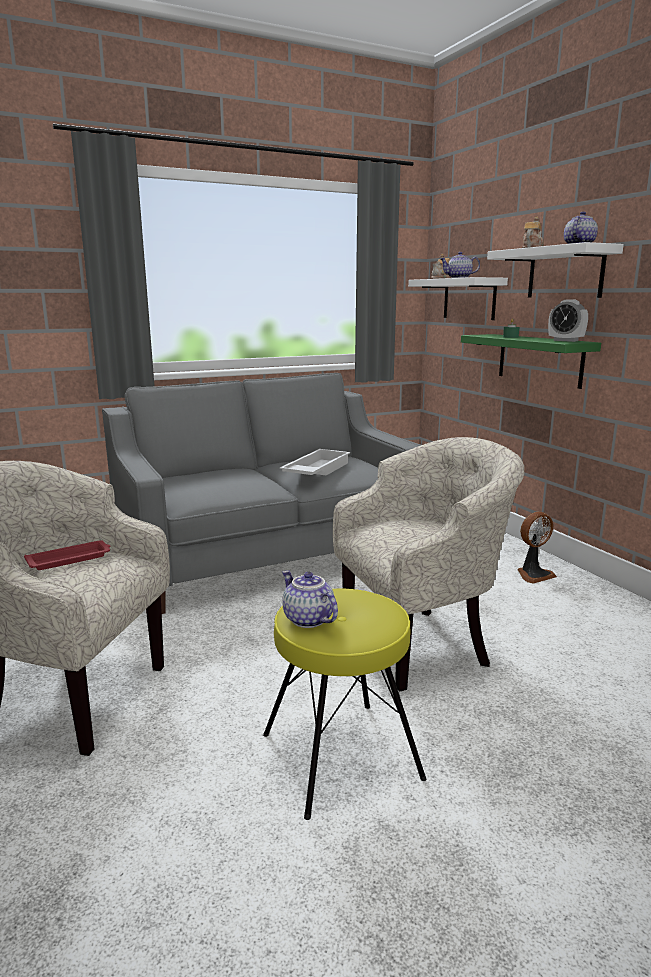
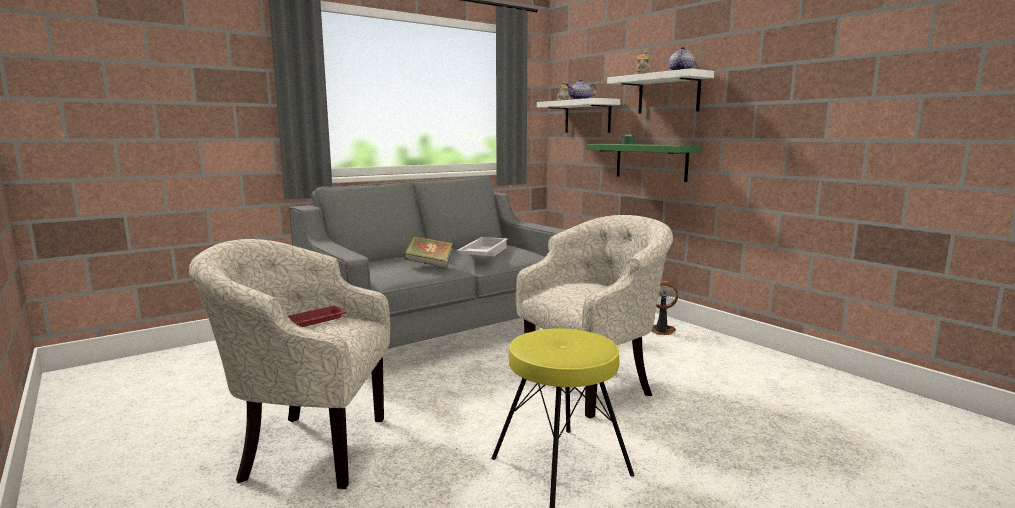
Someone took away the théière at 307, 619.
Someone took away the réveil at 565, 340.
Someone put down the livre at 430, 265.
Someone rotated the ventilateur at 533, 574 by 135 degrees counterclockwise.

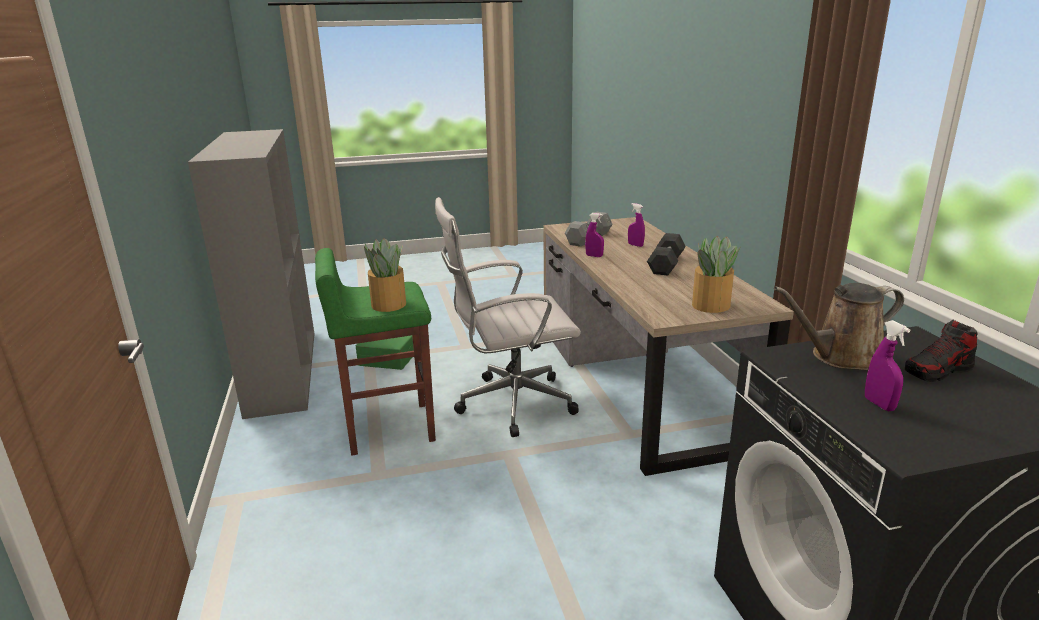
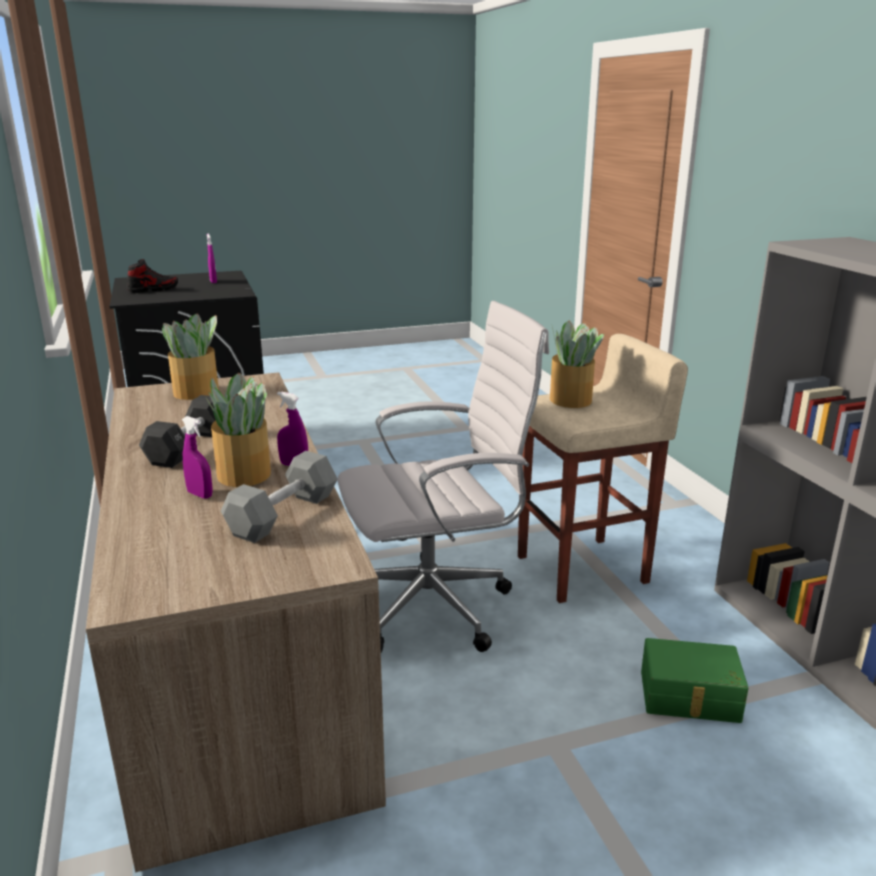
Someone took away the arrosoir/marron at 841, 357.
Someone put down the plante en pot at 244, 473.
Someone repainted the tabouret/vert at 388, 428, which became the tabouret/beige at 584, 569.

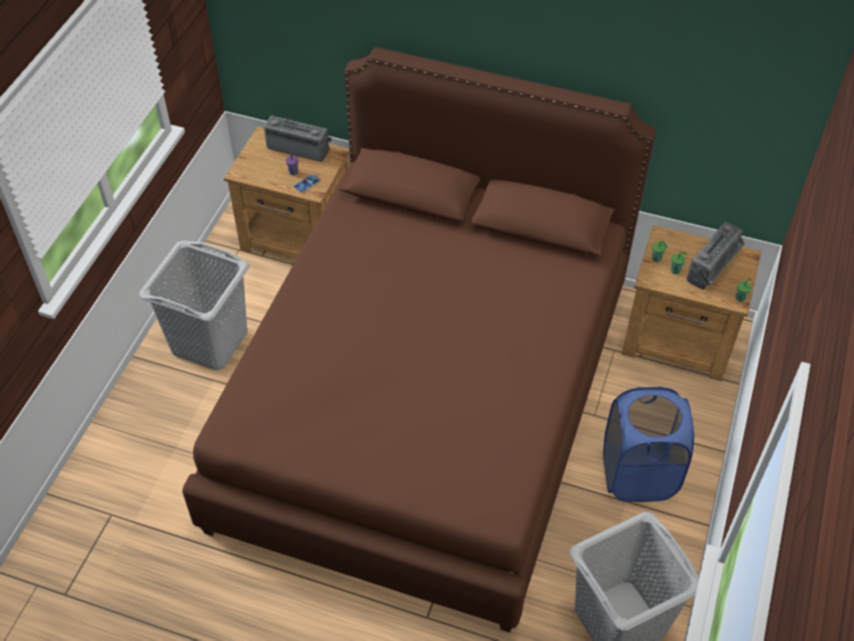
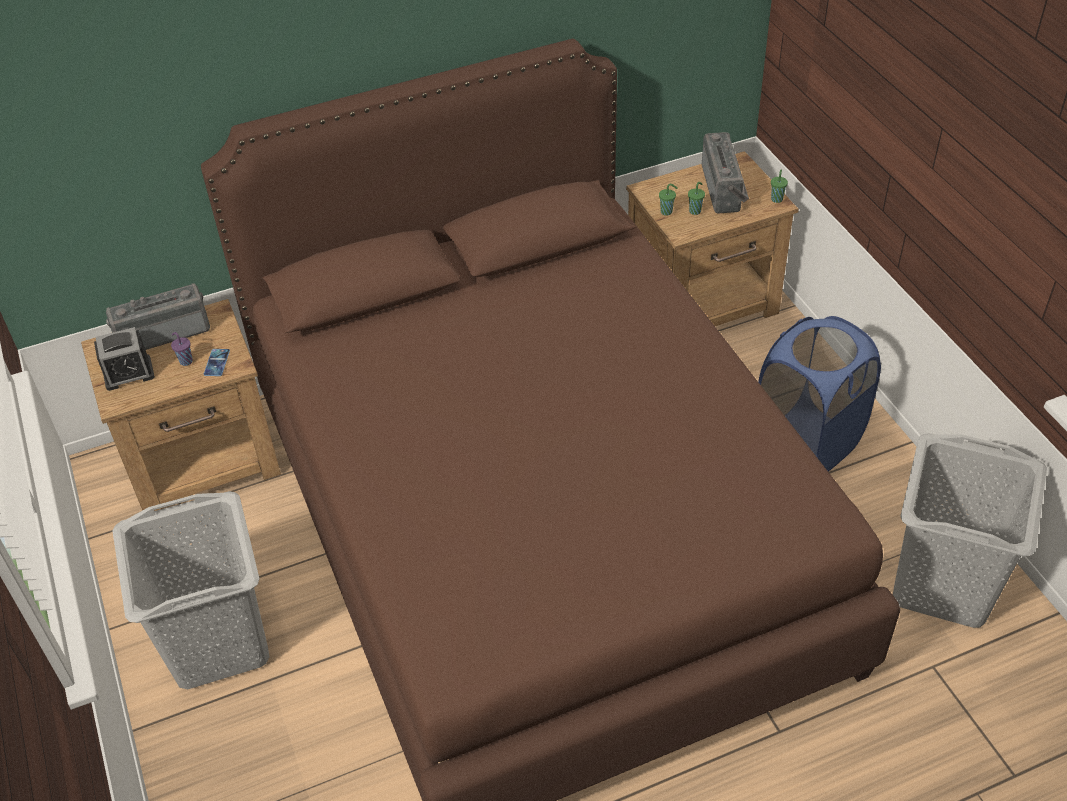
Someone put down the réveil at 128, 373.

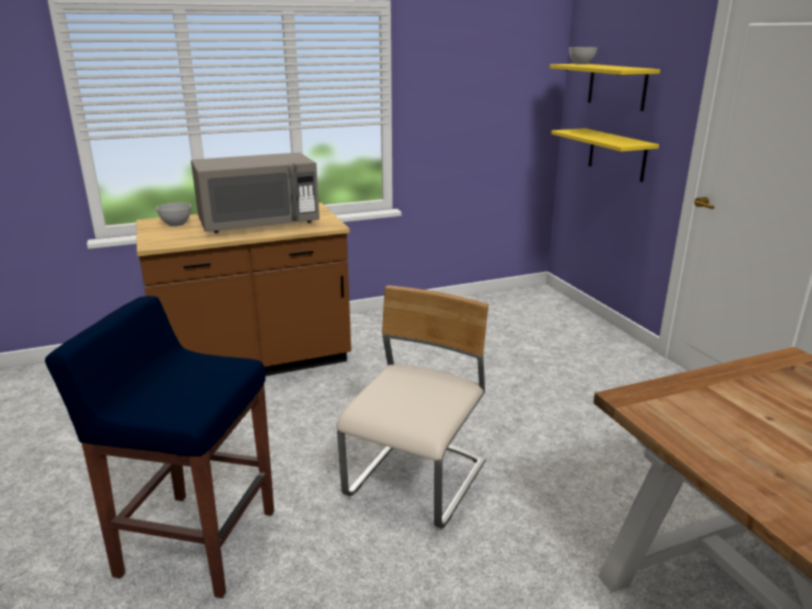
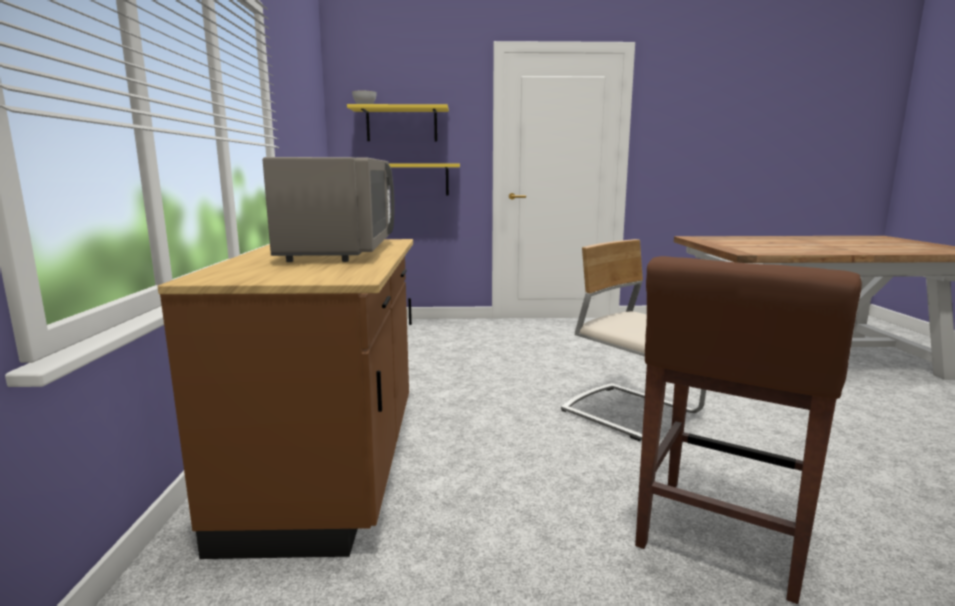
Someone took away the bol/gris at 176, 224.
Someone repainted the tabouret/bleu at 195, 542, which became the tabouret/marron at 721, 536.

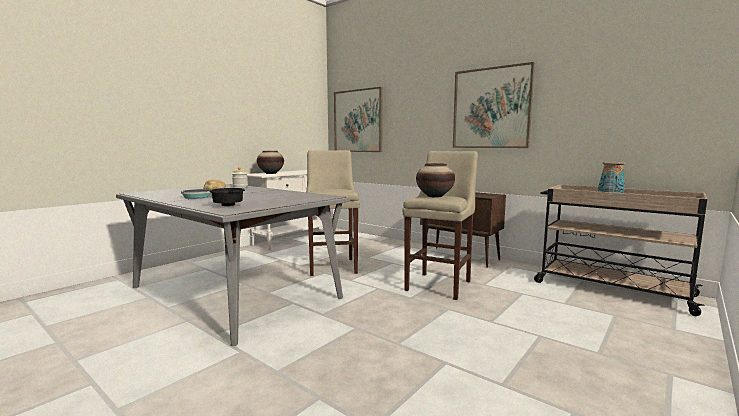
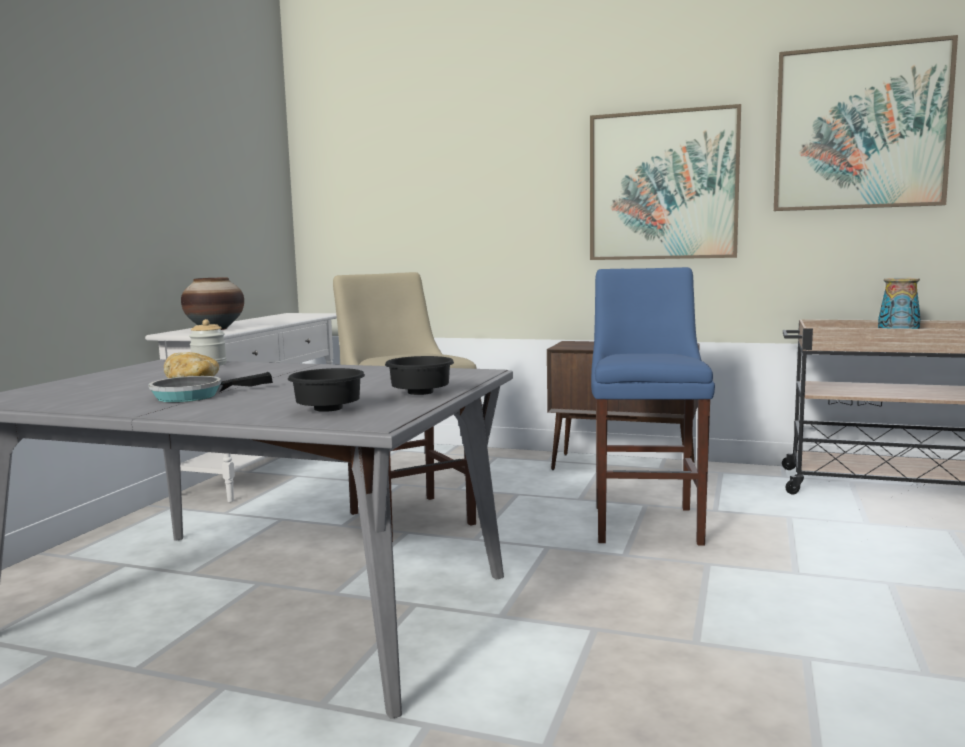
Someone took away the vase at 435, 196.
Someone put down the bol/noir at 423, 393.
Someone carried the tableau from 358, 121 to 860, 128.
Someone repainted the tabouret/beige at 440, 284, which became the tabouret/bleu at 647, 522.

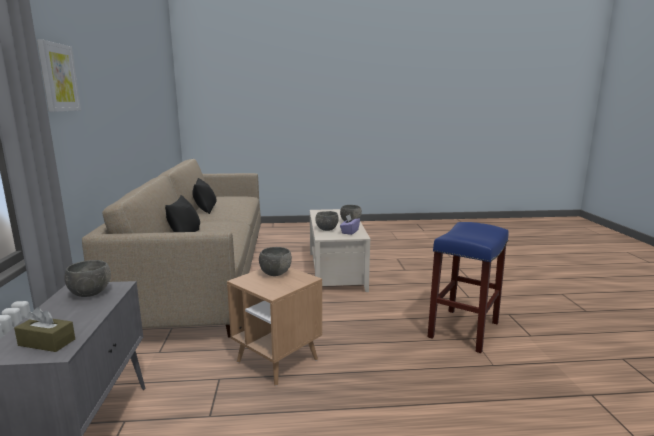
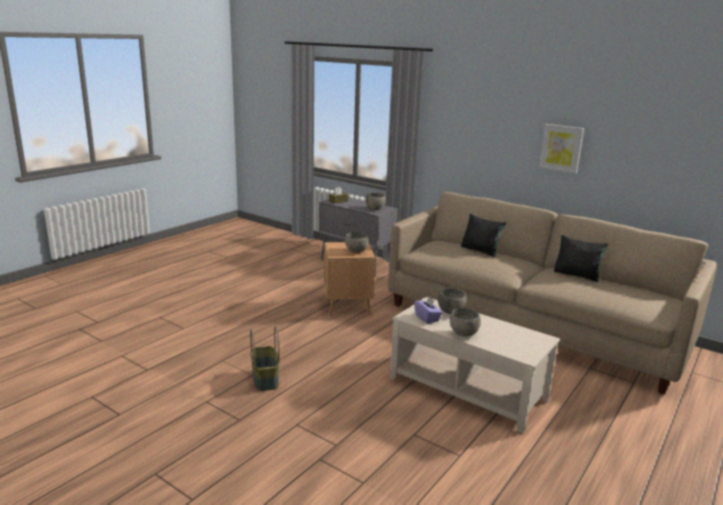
Someone carried the tableau from 58, 77 to 561, 148.
Someone swapped the tabouret/bleu at 464, 330 for the panier at 264, 379.

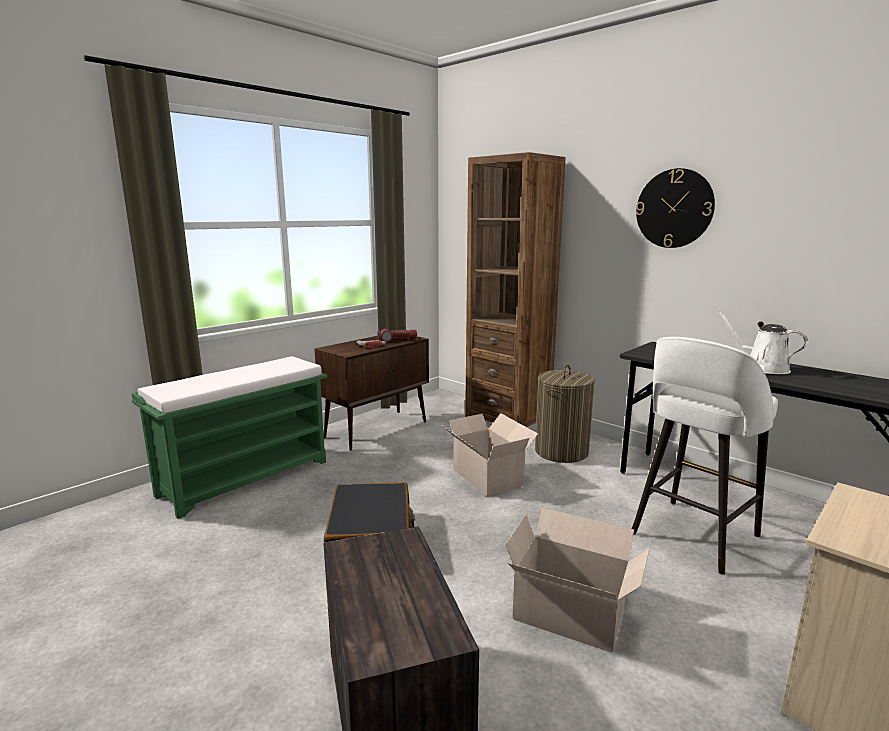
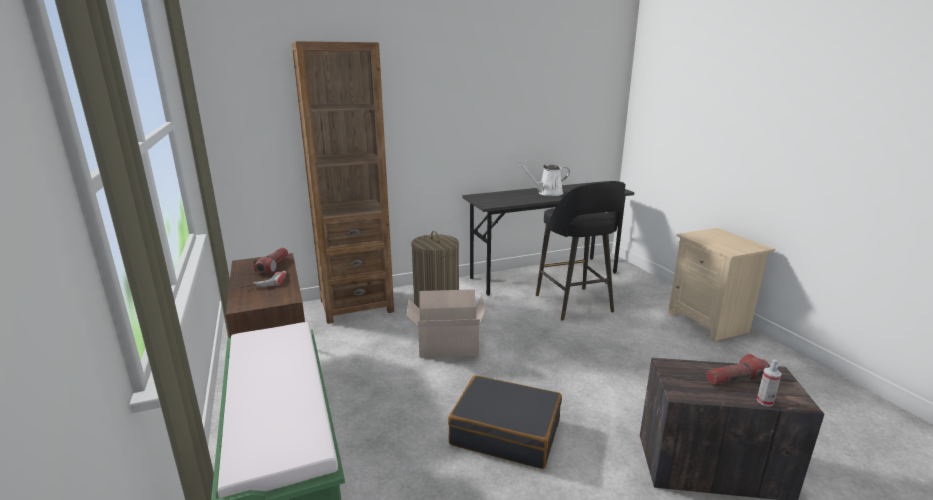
Someone took away the carton at 572, 615.
Someone took away the horloge murale at 674, 208.
Someone put down the lampe de poche at 736, 379.
Someone put down the vaporisateur at 765, 401.
Someone repainted the tabouret/blanc at 692, 536, which became the tabouret/noir at 574, 304.

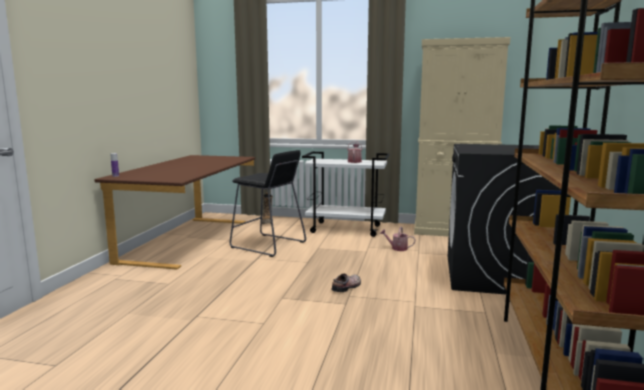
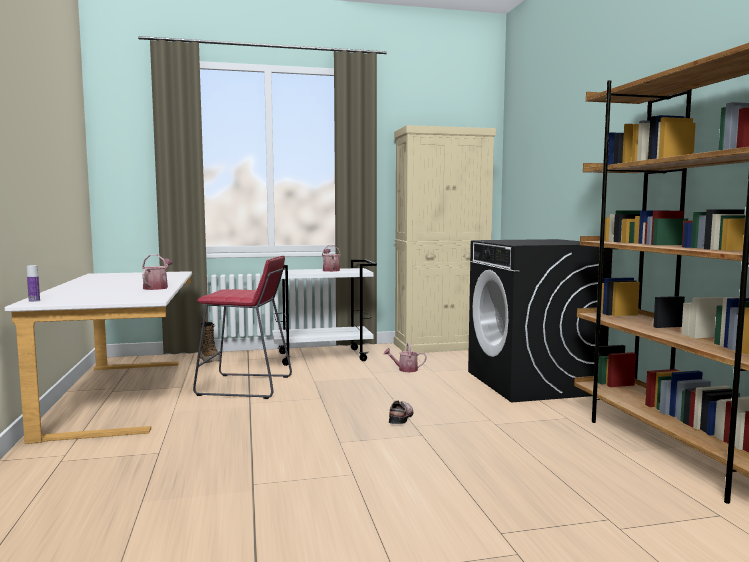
Someone put down the arrosoir at 157, 287.
Someone repainted the bureau/marron at 191, 240, which became the bureau/blanc at 125, 395.
Someone repainted the tabouret/noir at 268, 245, which became the tabouret/rouge at 245, 386.

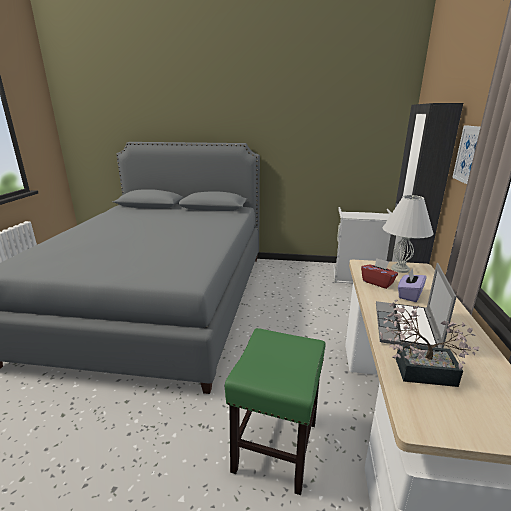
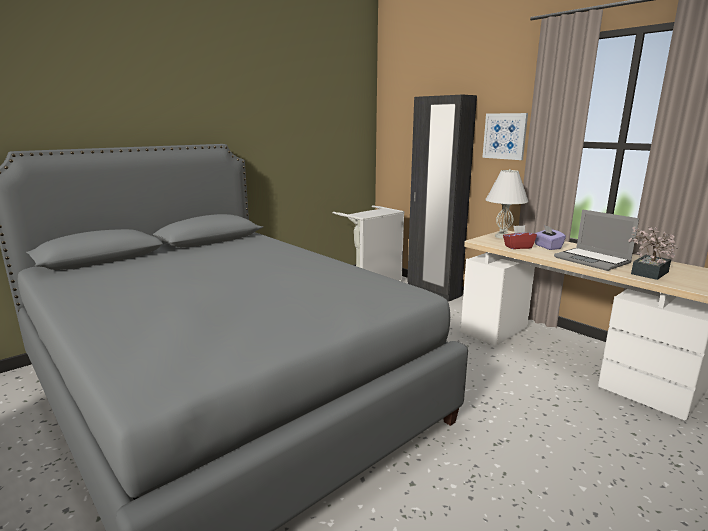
Someone took away the tabouret/vert at 276, 445.

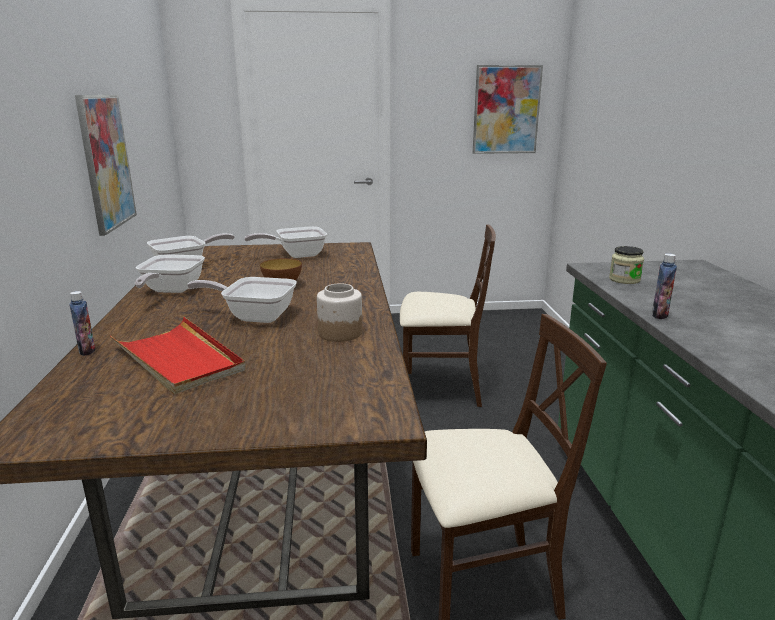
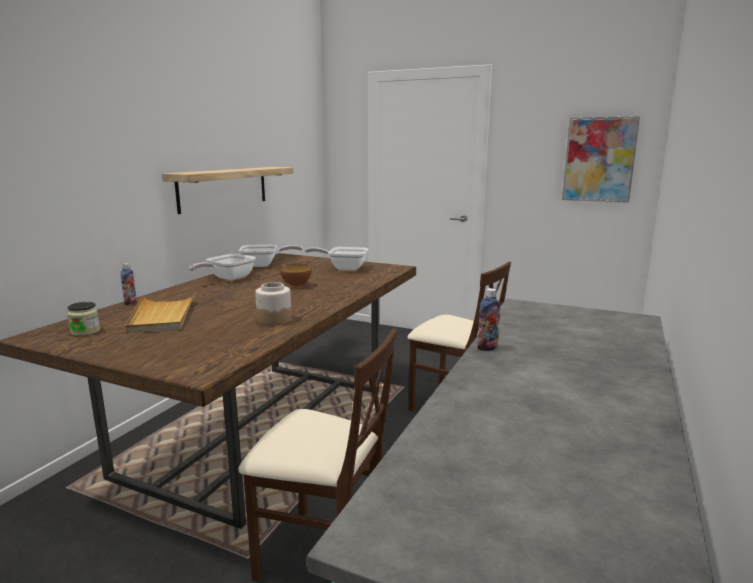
Someone took away the poêle at 254, 316.
Someone carried the bocal from 624, 280 to 85, 331.
Someone swapped the tableau at 106, 162 for the étagère at 224, 188.
Someone repainted the plateau/rouge at 179, 359, which became the plateau/beige at 162, 316.

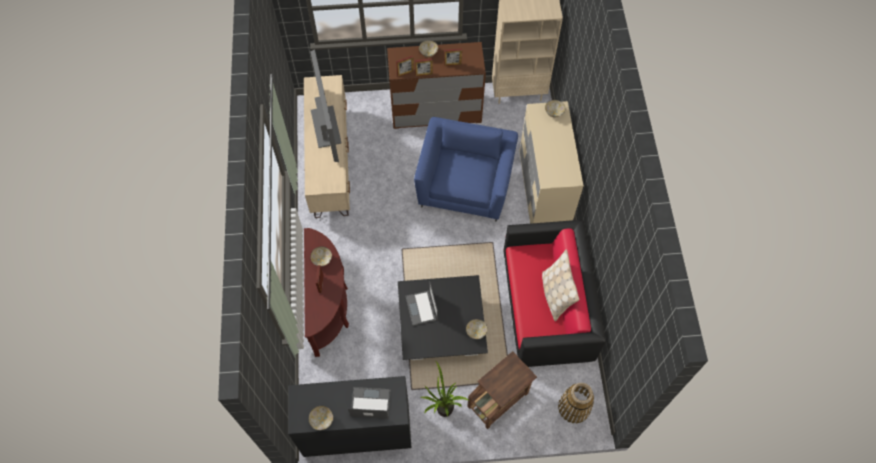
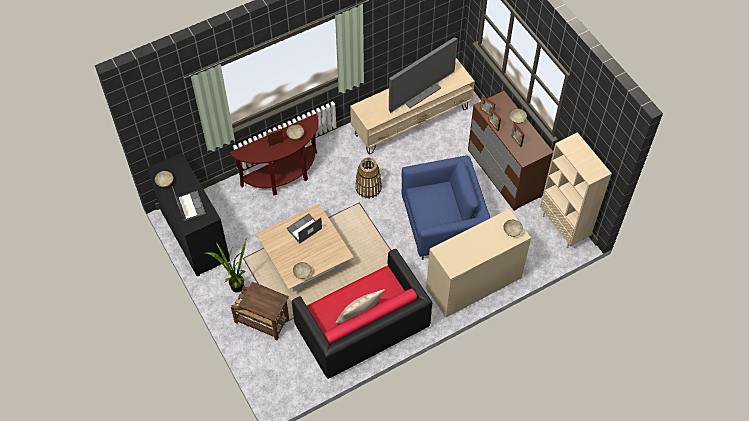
Someone carried the panier from 574, 407 to 368, 187.
Someone repainted the table basse/noir at 442, 326, which became the table basse/beige at 305, 258.

